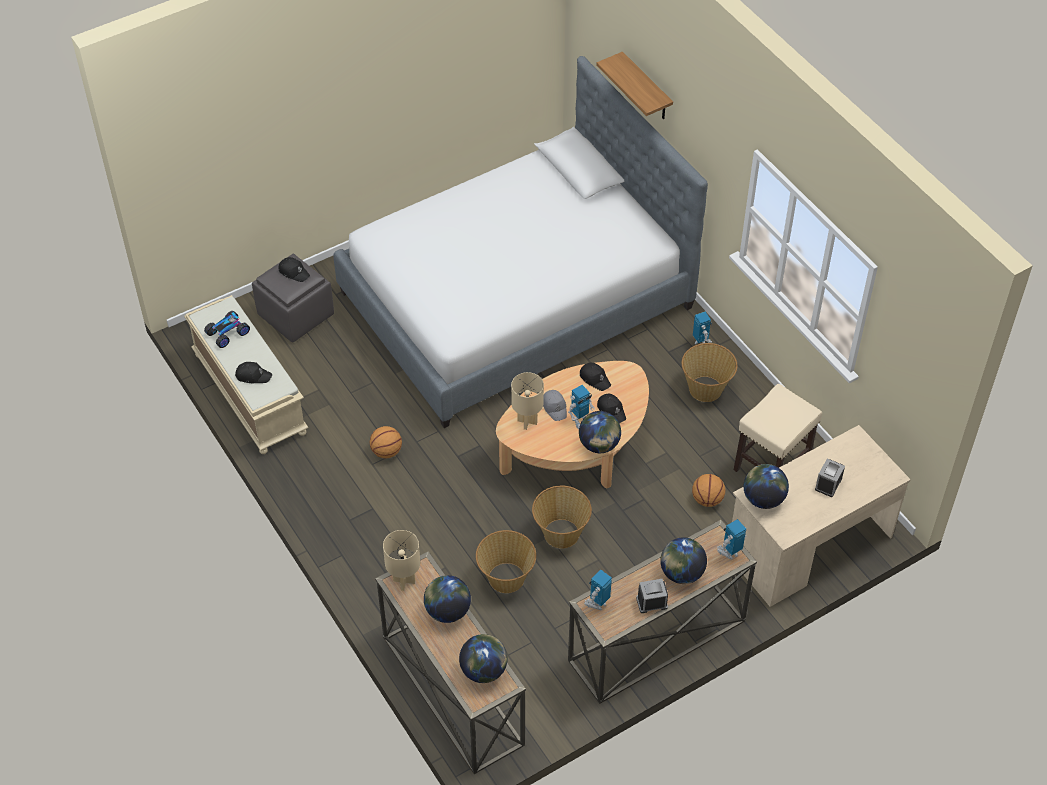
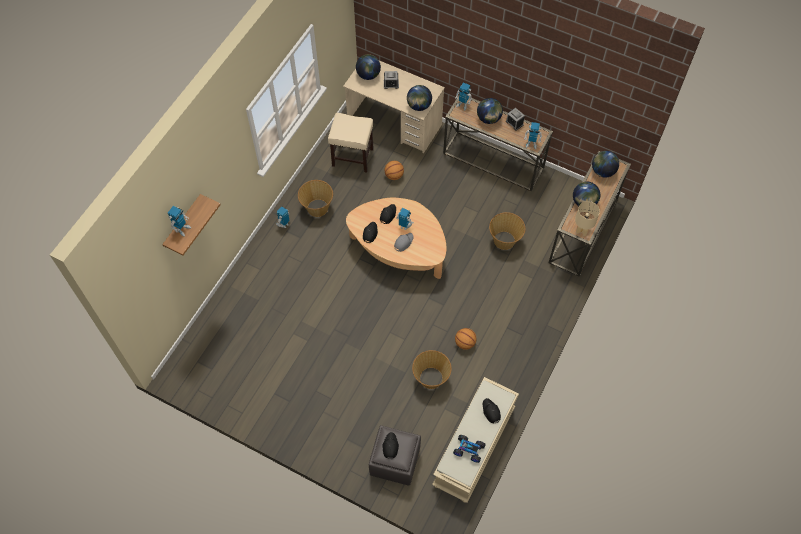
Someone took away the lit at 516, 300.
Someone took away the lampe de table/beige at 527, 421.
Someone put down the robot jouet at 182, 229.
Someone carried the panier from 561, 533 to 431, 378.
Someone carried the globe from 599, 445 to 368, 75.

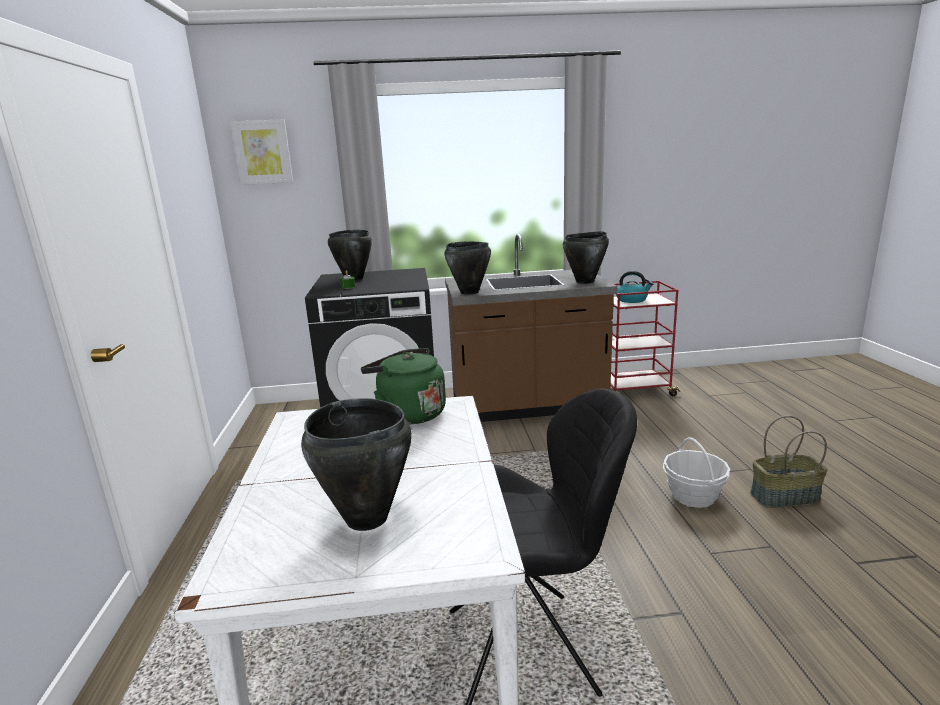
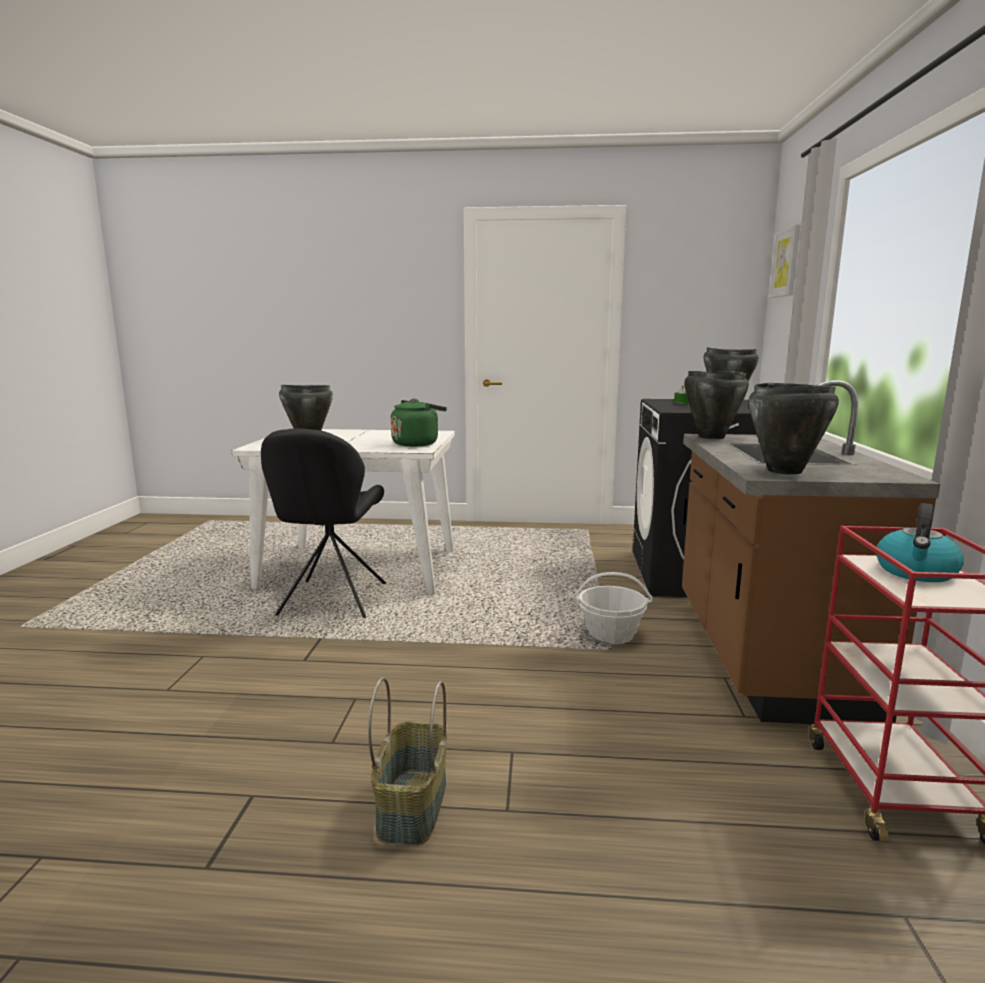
Someone carried the panier from 693, 496 to 611, 634.

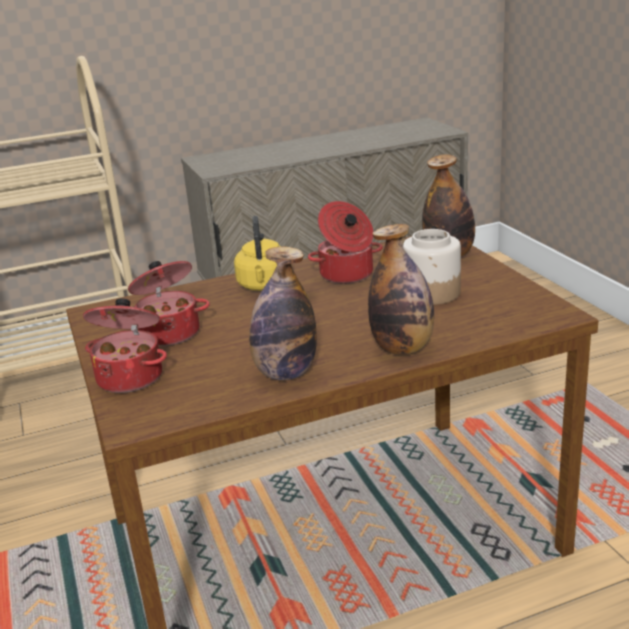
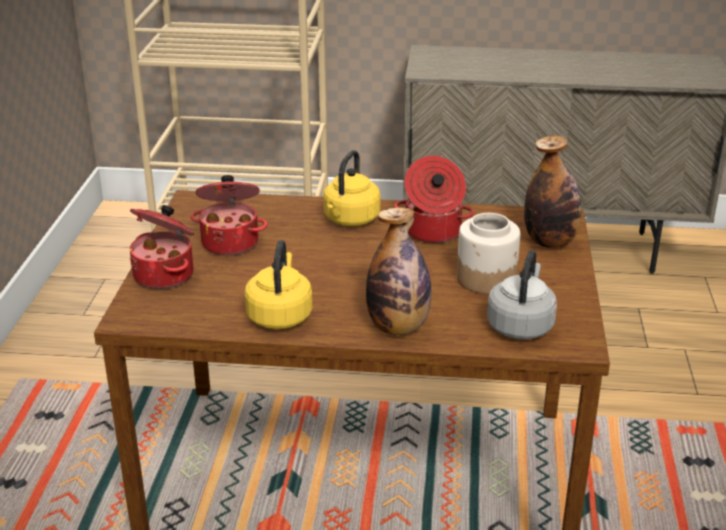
Someone put down the bouilloire/gris at 520, 325.
Someone swapped the bouteille at 285, 373 for the bouilloire/jaune at 280, 315.

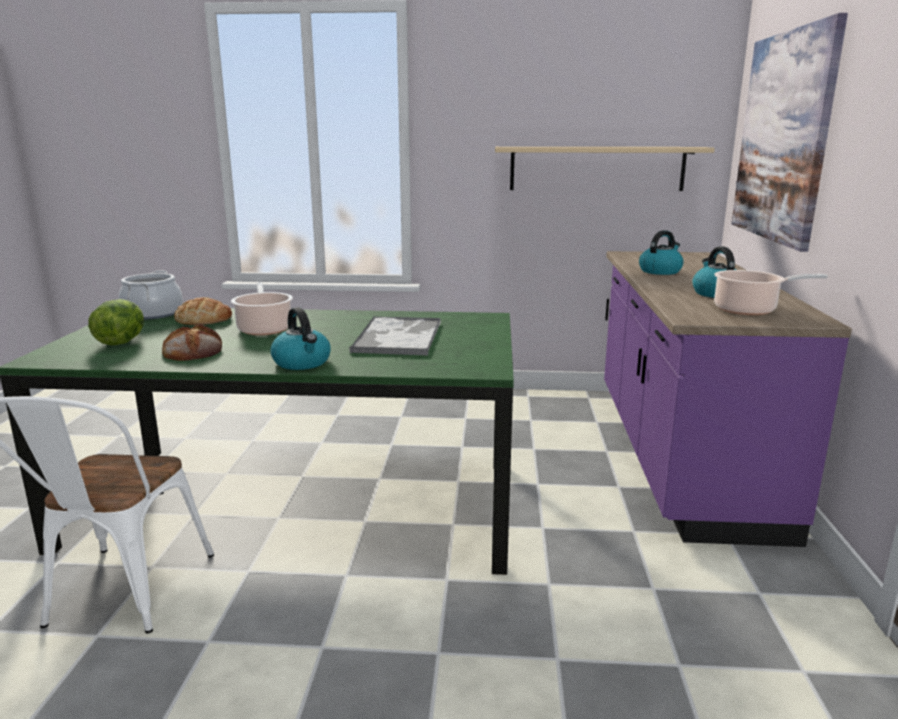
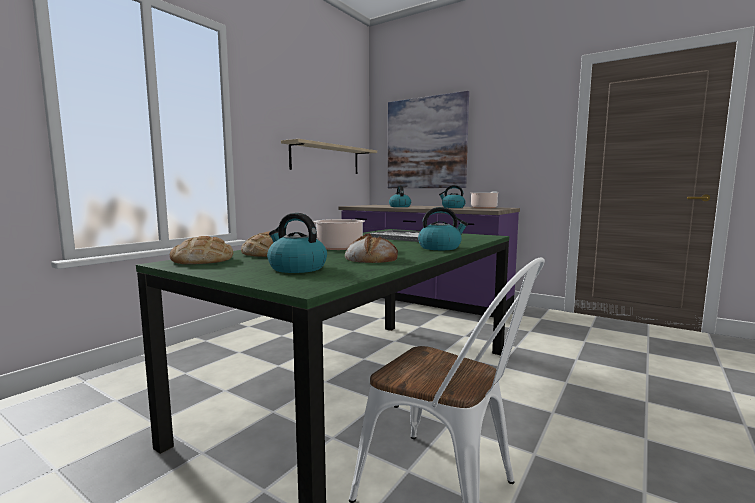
Someone swapped the laitue at 121, 342 for the bouilloire at 296, 268.
Someone swapped the marmite at 152, 314 for the pain at 203, 260.

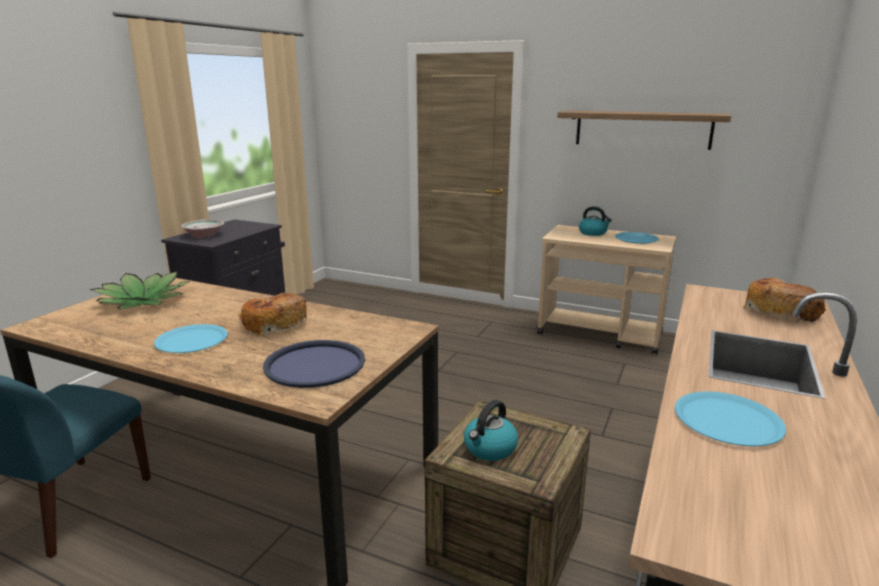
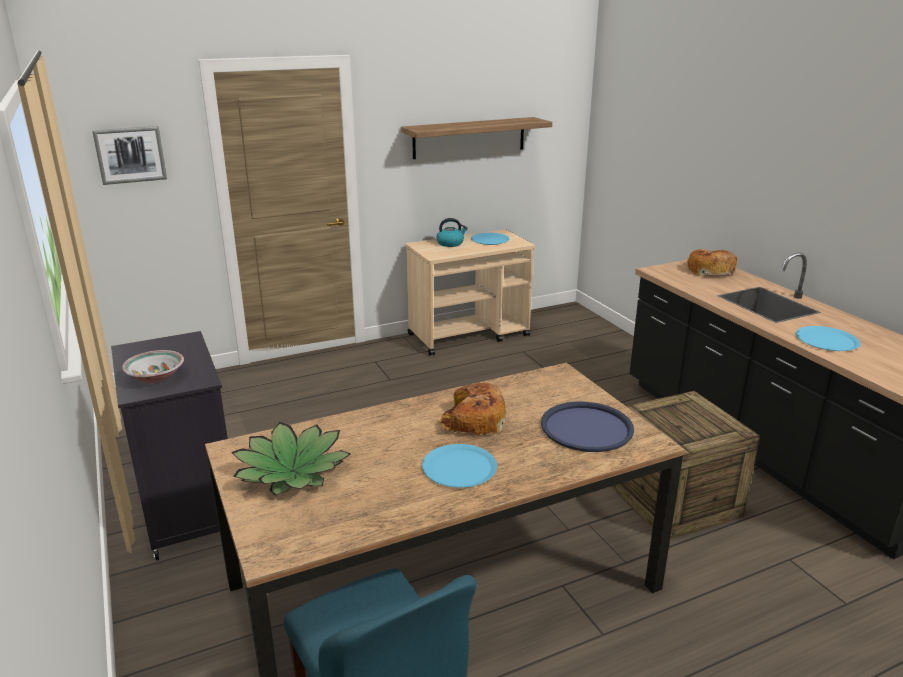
Someone took away the bouilloire at 490, 449.
Someone put up the tableau at 130, 155.

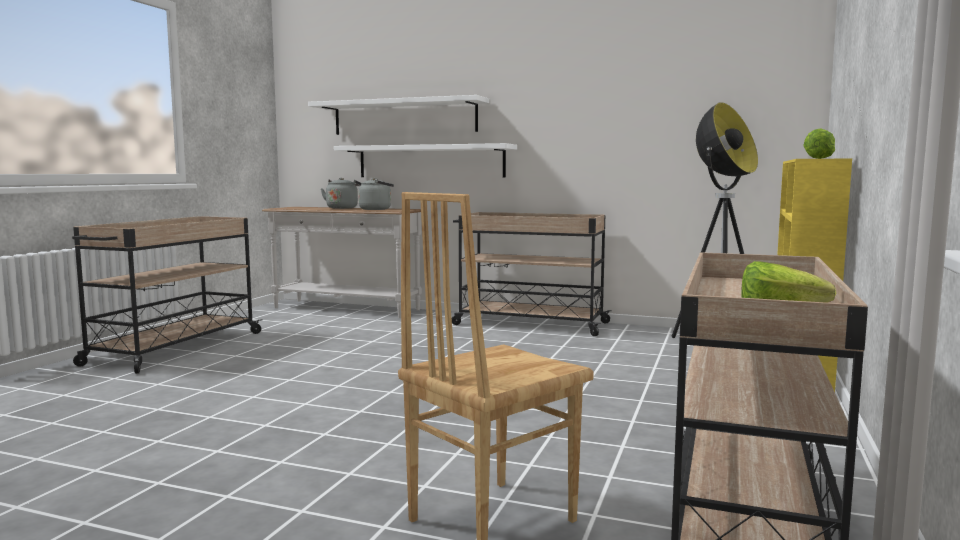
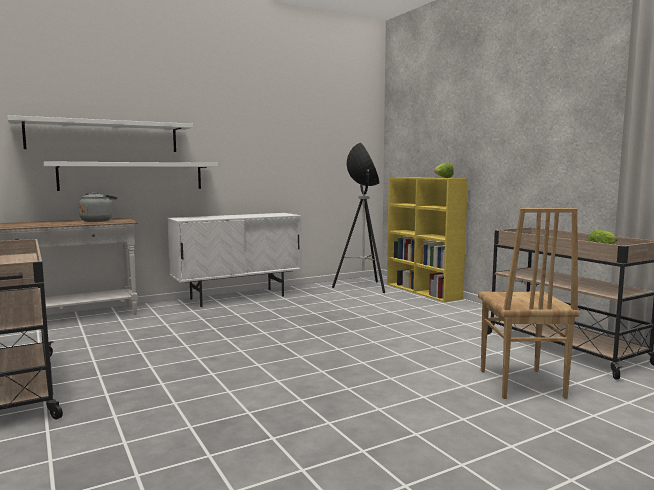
Someone took away the bouilloire/gris at 342, 208.
Someone swapped the chariot/beige at 529, 324 for the meuble de rangement/blanc at 238, 297.

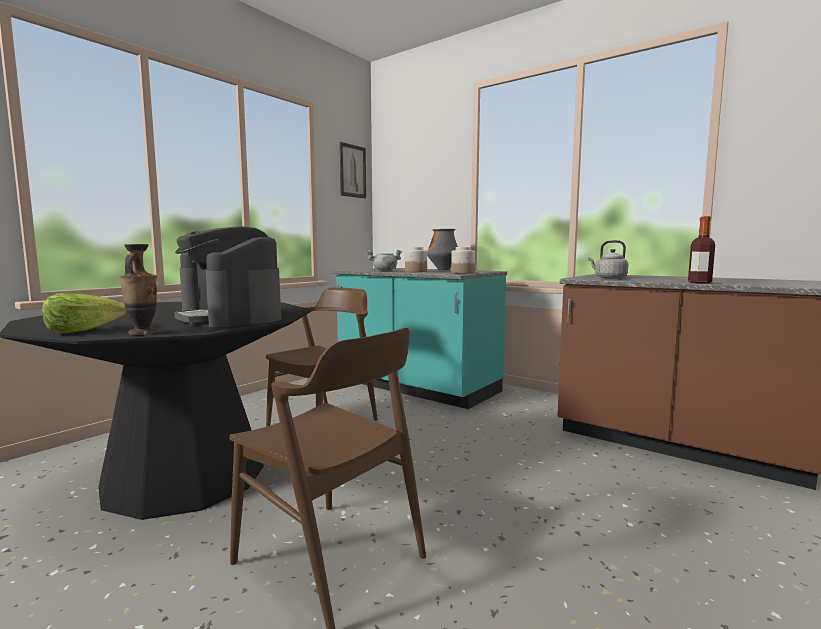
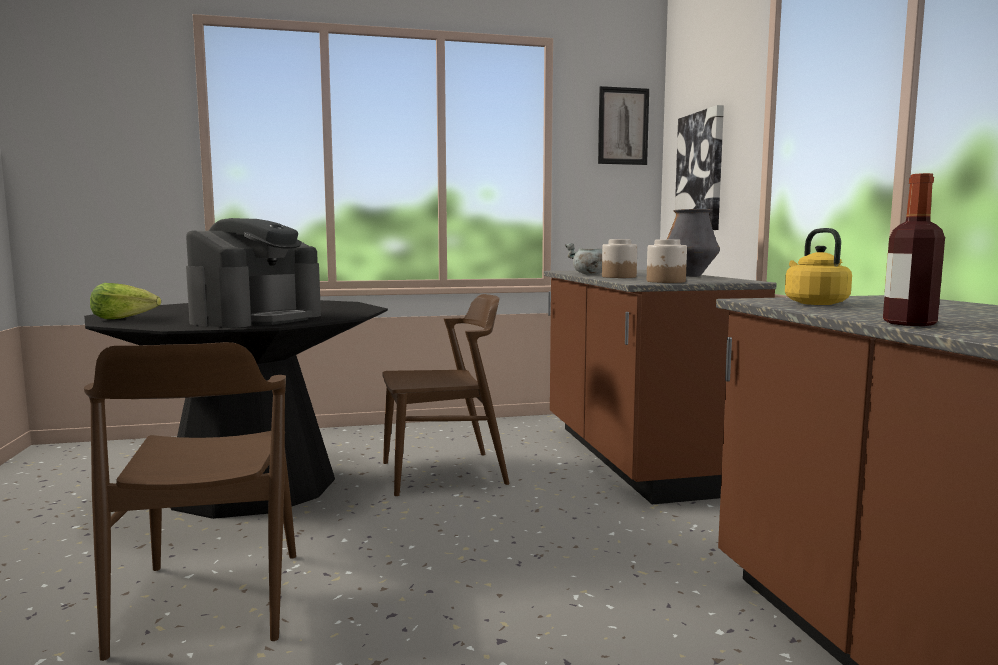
Someone took away the vase at 143, 333.
Someone put up the tableau at 700, 172.
Someone repainted the comptoir de cuisine/turquoise at 416, 387, which became the comptoir de cuisine/marron at 637, 457.
Someone repainted the bouilloire/gris at 608, 278, which became the bouilloire/jaune at 813, 303.
Someone rotated the machine à café at 230, 318 by 150 degrees counterclockwise.

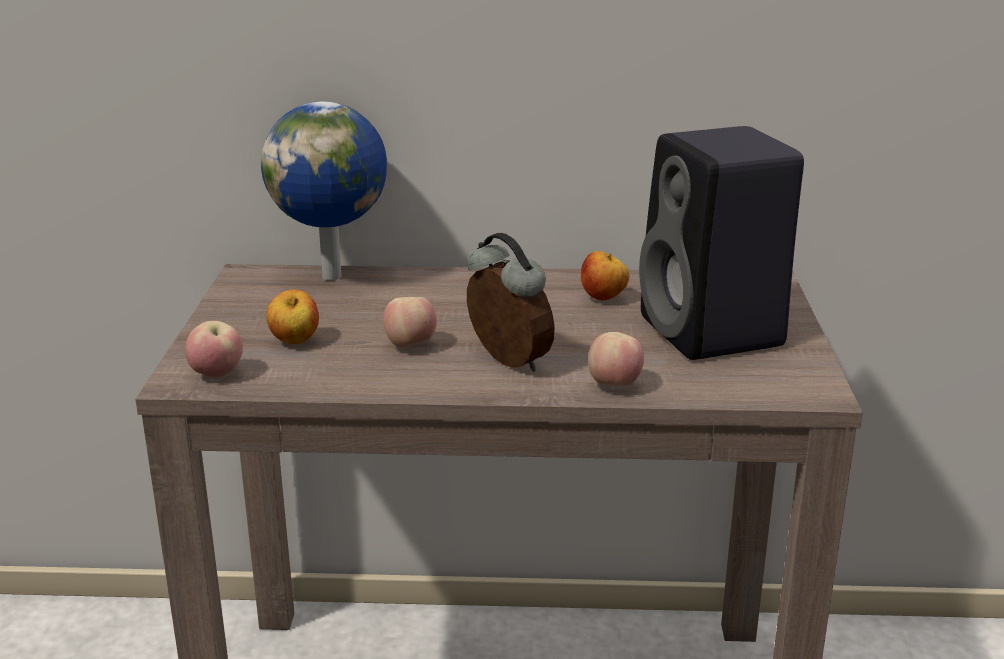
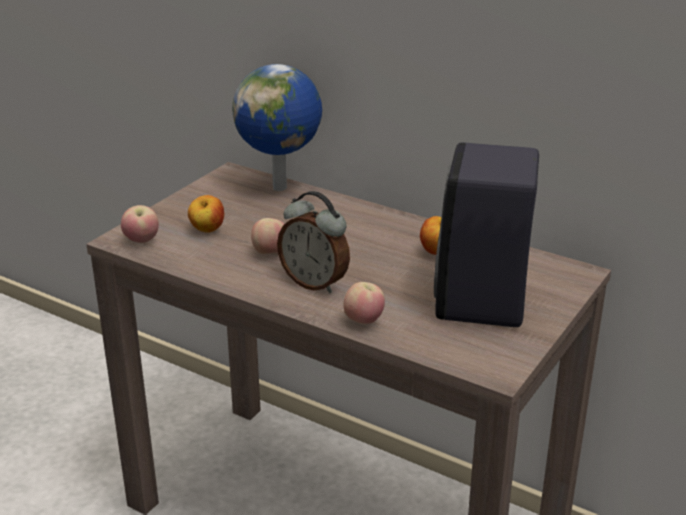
Someone rotated the réveil at 506, 362 by 135 degrees clockwise.

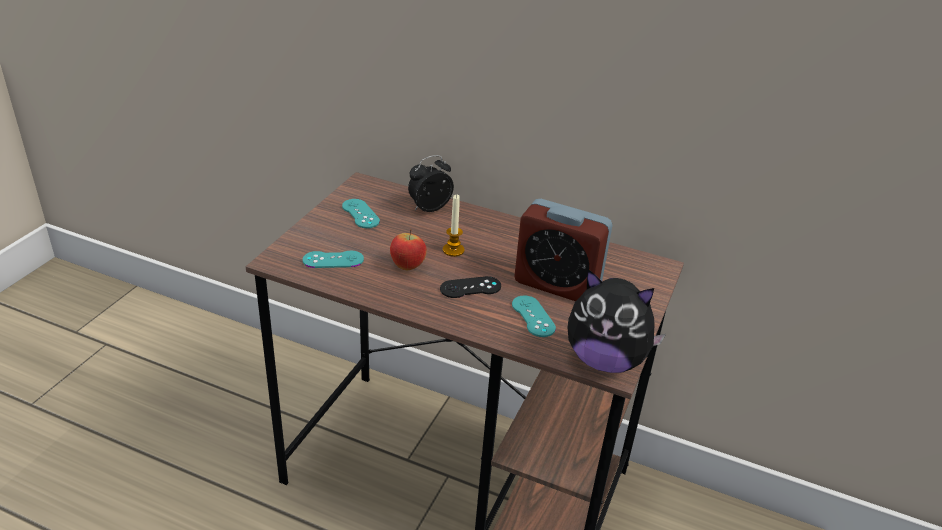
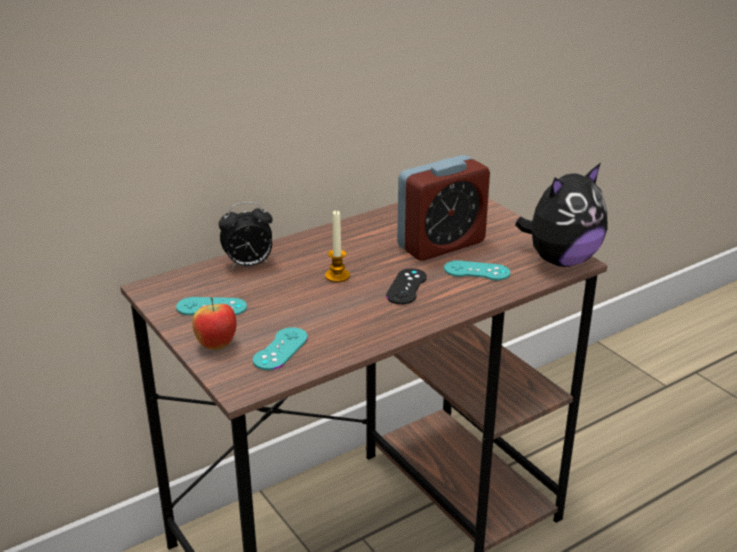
Someone carried the pomme from 407, 266 to 216, 345.
Someone rotated the réveil at 429, 208 by 105 degrees counterclockwise.

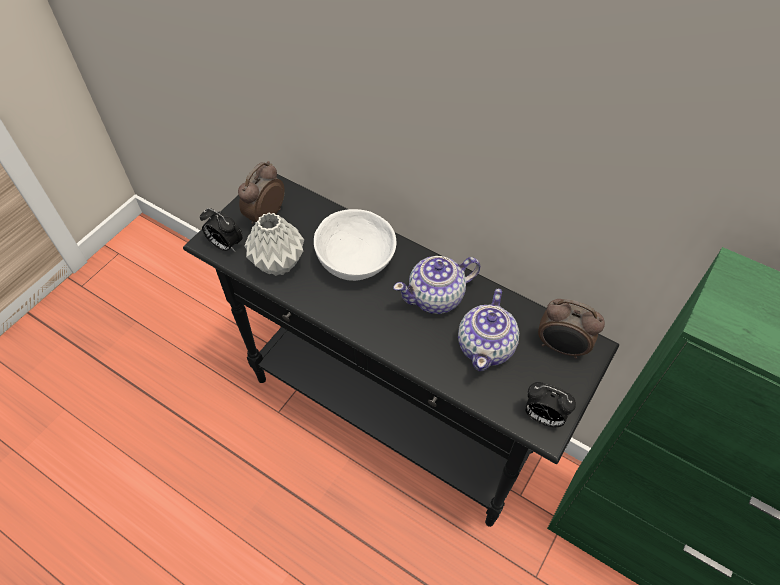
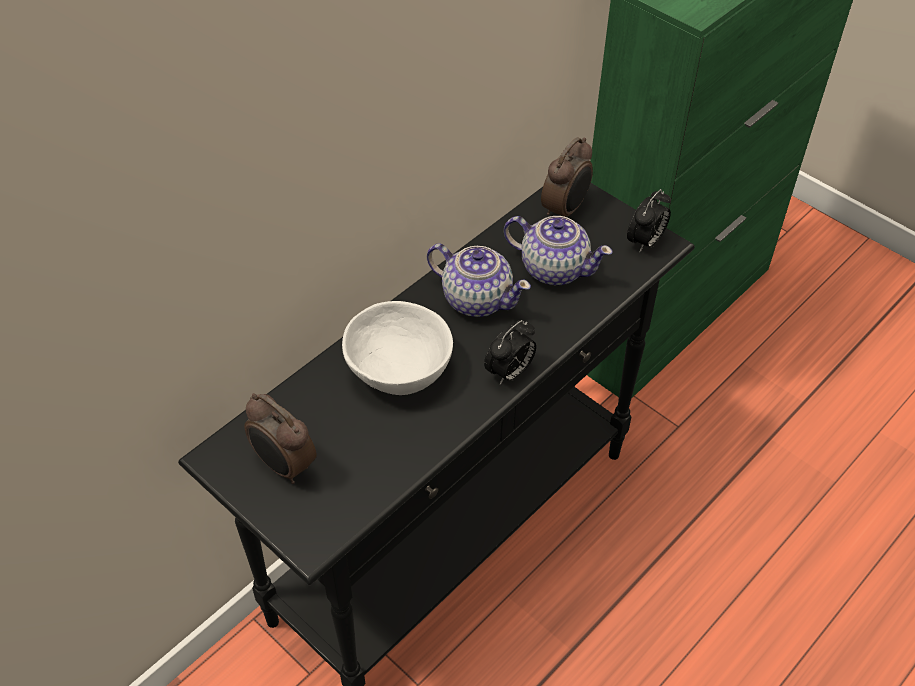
Someone took away the vase/gris at 279, 264.
Someone carried the réveil from 225, 245 to 509, 373.
Someone rotated the théière at 436, 297 by 45 degrees counterclockwise.

